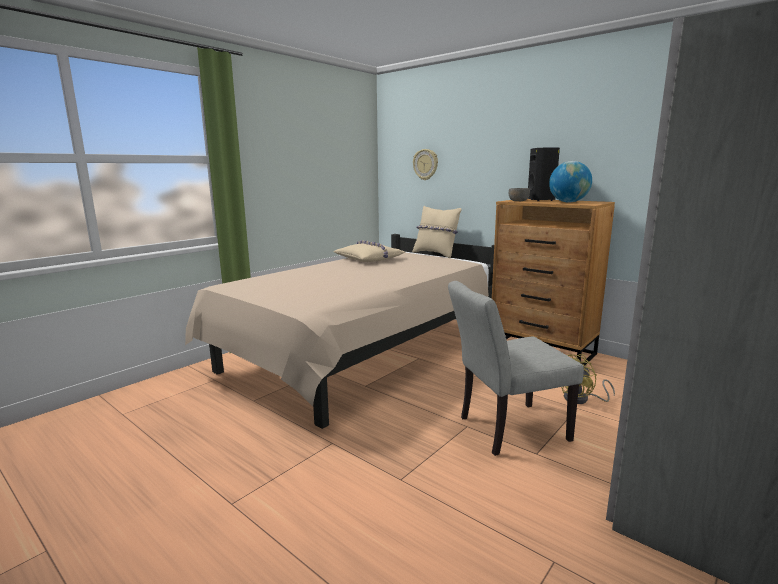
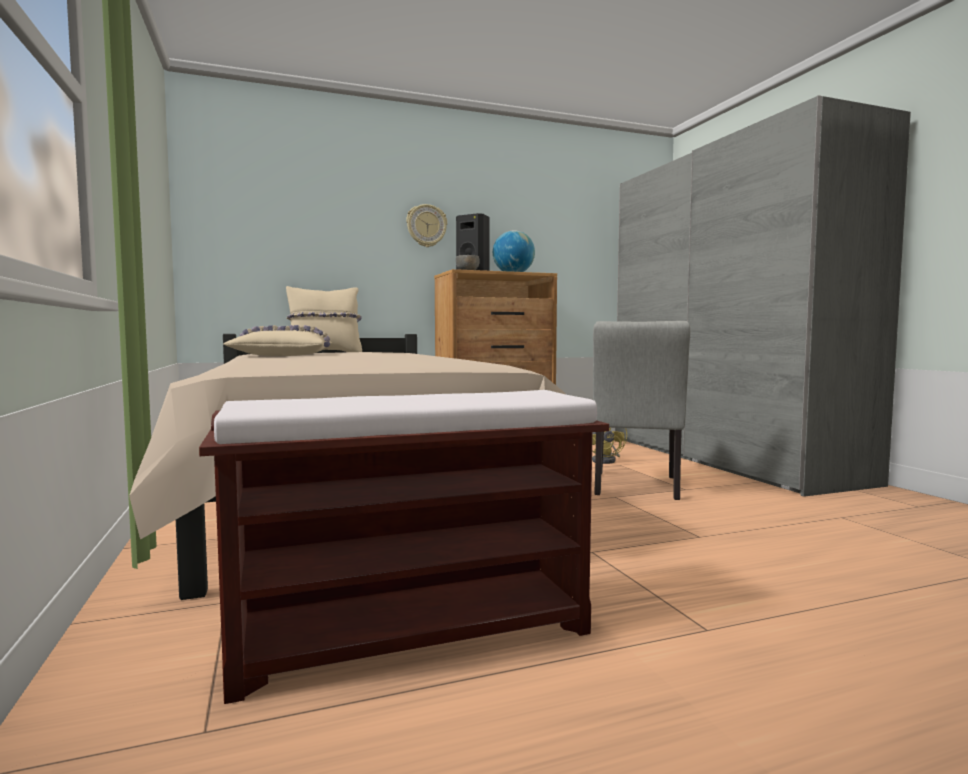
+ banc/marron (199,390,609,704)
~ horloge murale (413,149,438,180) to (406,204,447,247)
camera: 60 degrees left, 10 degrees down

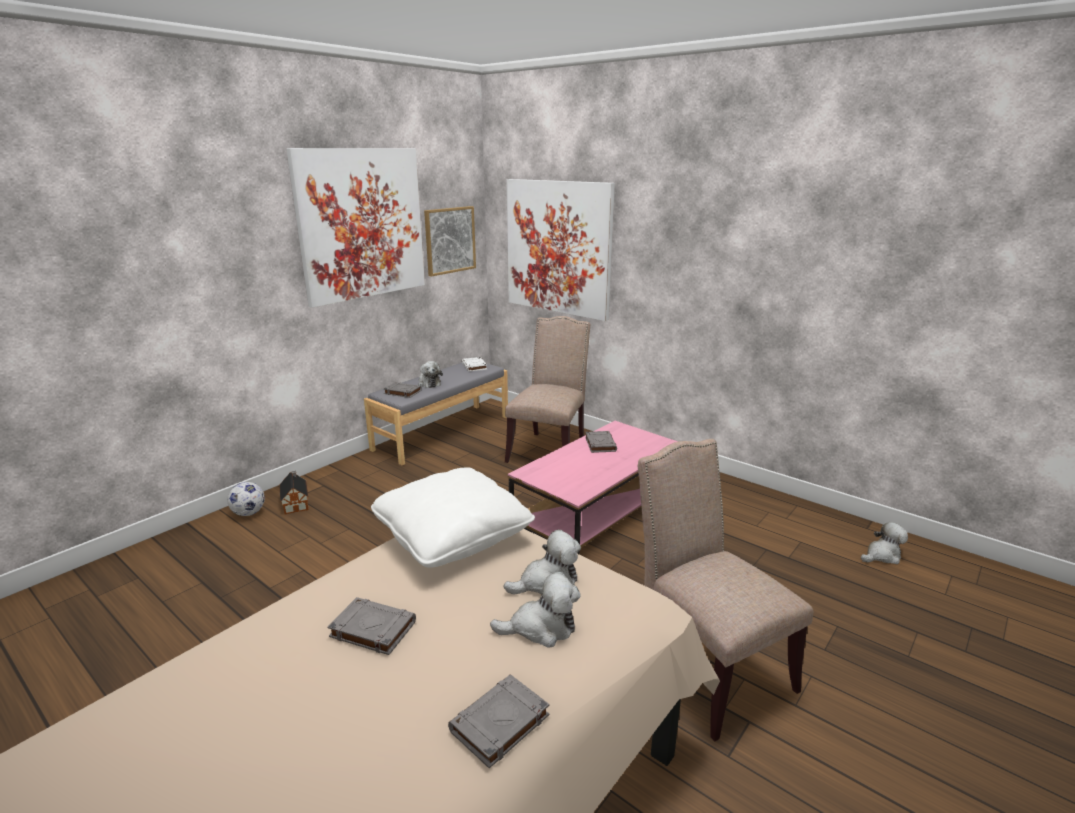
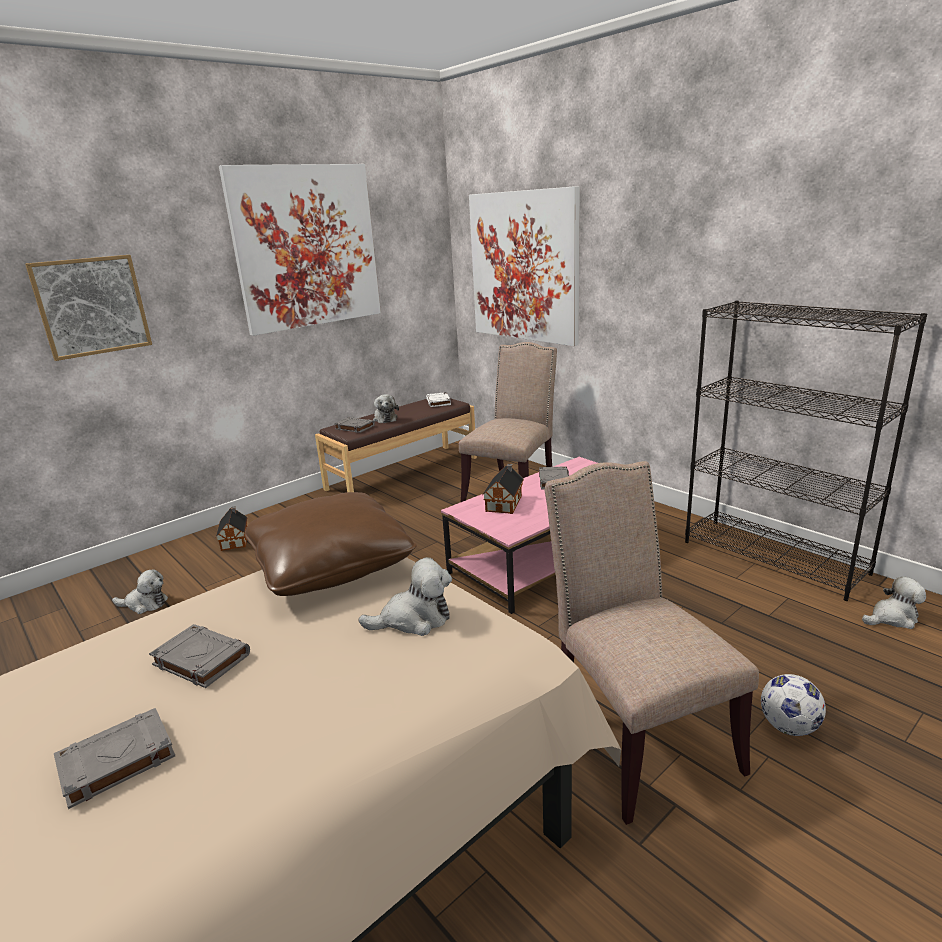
~ tableau (424,206,476,277) to (25,255,152,361)
~ livre/gris (448,674,549,768) to (54,708,175,809)
~ peluche (490,572,581,648) to (112,569,168,614)
~ coussin/blanc (371,468,535,568) to coussin/marron (245,492,417,596)
~ banc/gris (364,363,508,465) to banc/marron (315,398,477,492)
+ maison miniature (482,464,524,514)
+ bibliothèque/noir (685,301,927,601)
~ ballon de foot (227,482,265,516) to (761,674,826,736)
camera: 10 degrees right, 0 degrees up

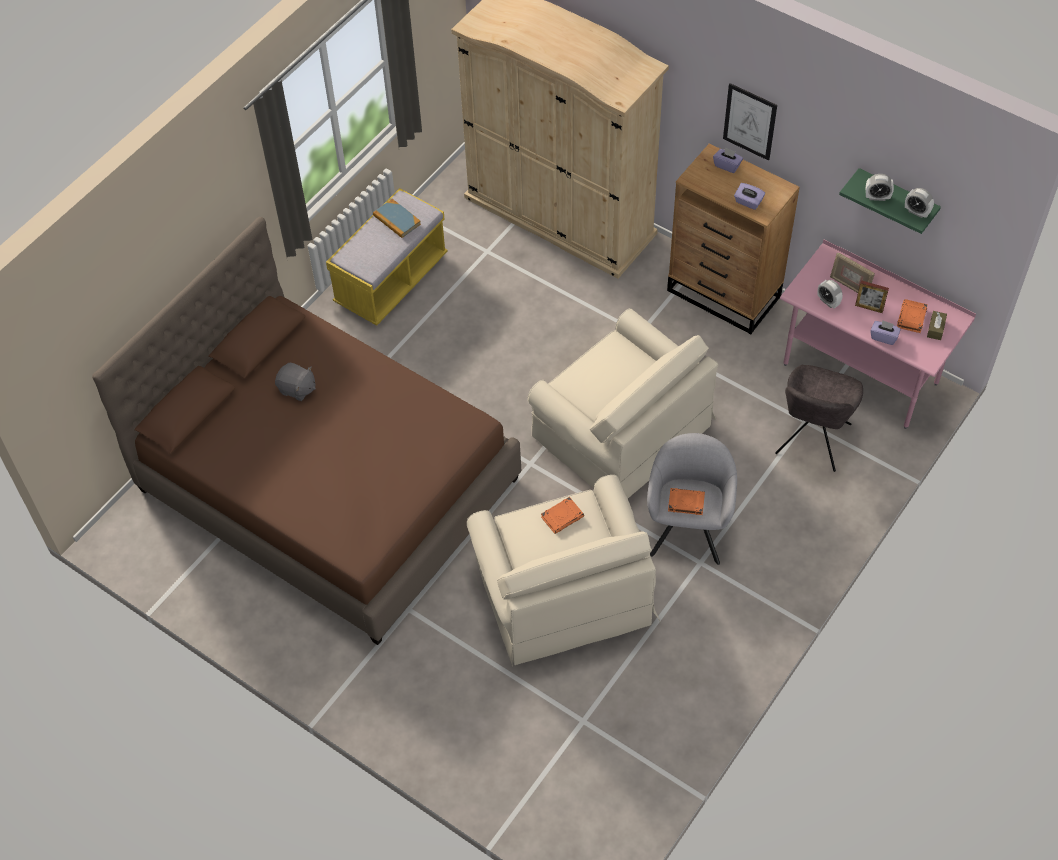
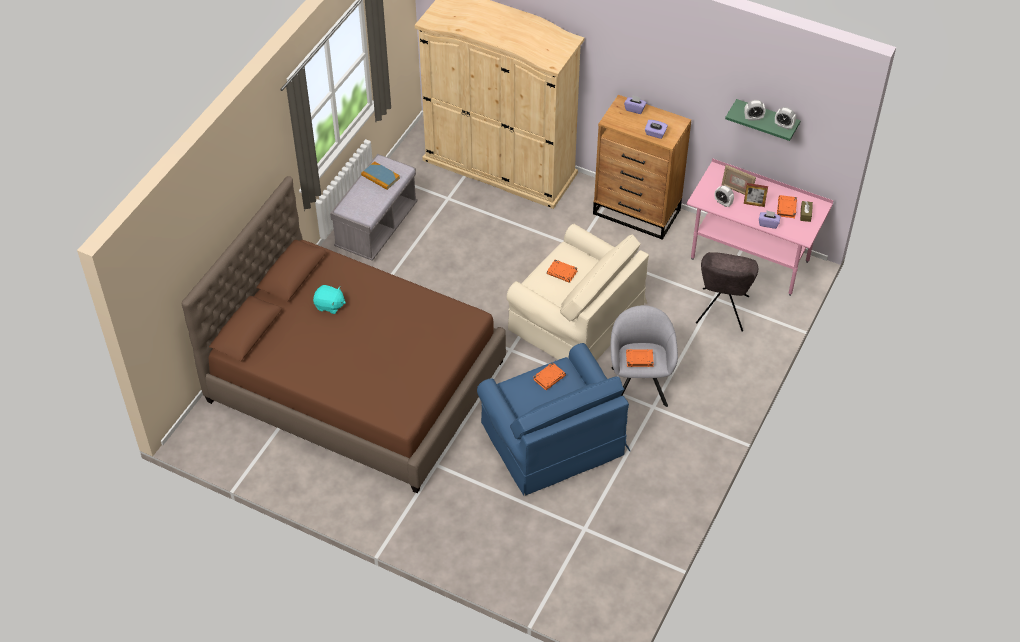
~ peluche/gris (275,362,316,401) to peluche/turquoise (313,285,346,314)
~ banc/jaune (326,188,448,326) to banc/gris (330,154,418,261)
~ fauteuil/beige (467,475,660,666) to fauteuil/bleu (477,343,630,496)
+ livre/orange (547,260,578,283)
- tableau (723,83,777,161)
camera: 10 degrees left, 5 degrees down

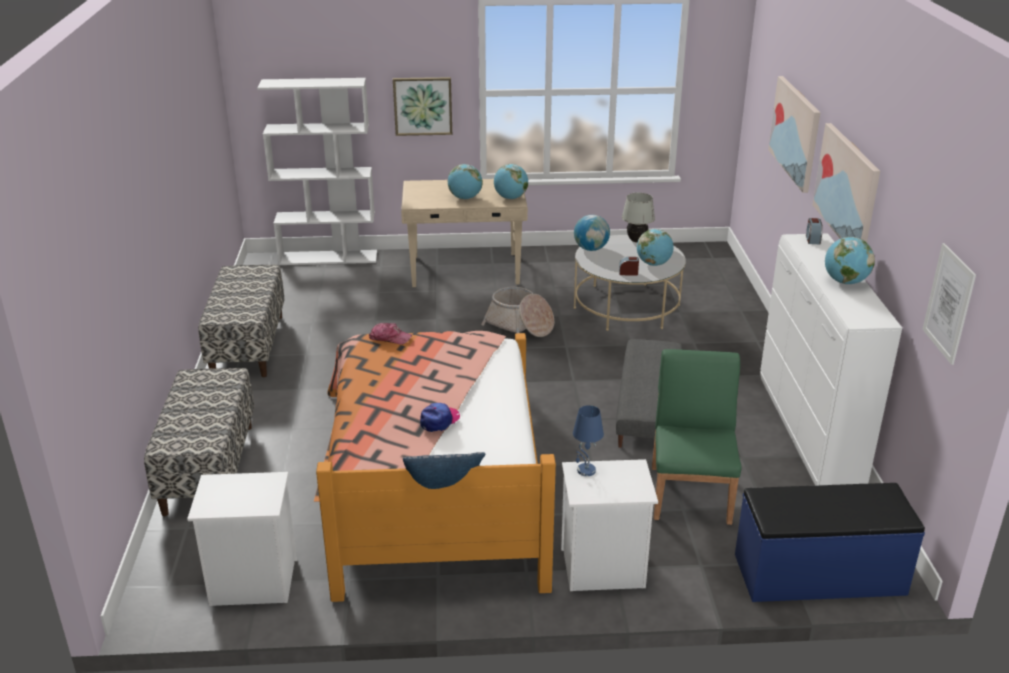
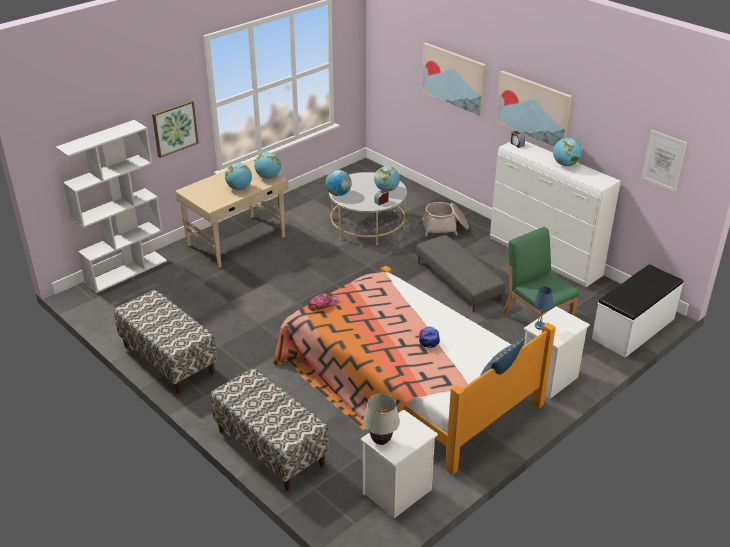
~ lampe de table/blanc (622,193,655,243) to (363,394,400,445)
~ panier (481,287,554,337) to (422,202,469,236)
~ banc/bleu (735,483,925,602) to banc/blanc (592,264,683,358)
camera: 40 degrees left, 5 degrees up

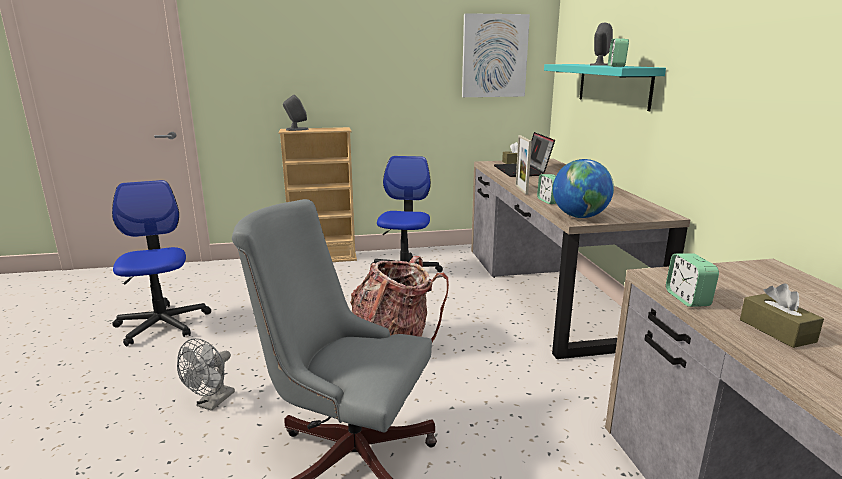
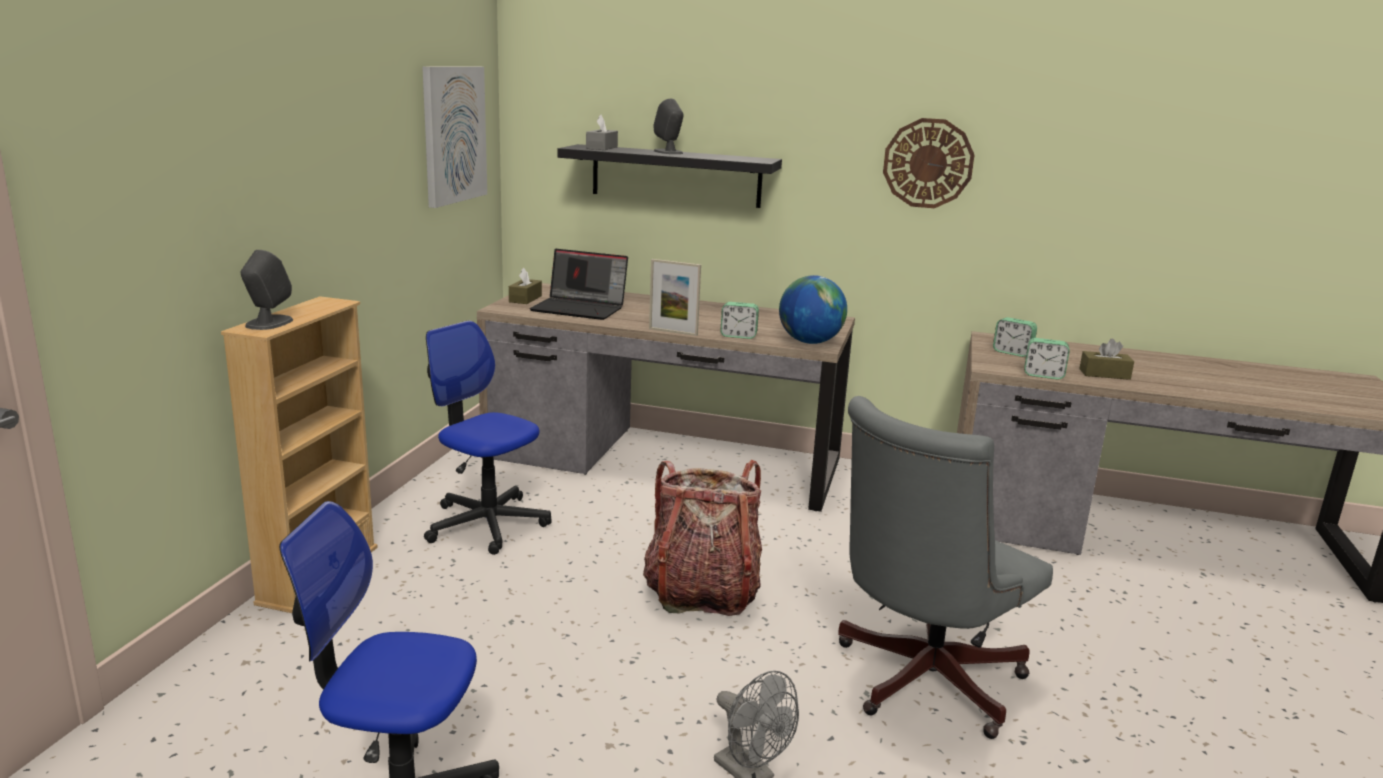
~ étagère/turquoise (544,64,666,111) to étagère/noir (557,144,782,208)
+ boîte à mouchoirs/gris (586,115,618,150)
+ horloge murale (883,118,975,208)
~ réveil (608,38,629,67) to (993,317,1037,357)
camera: 65 degrees left, 0 degrees up

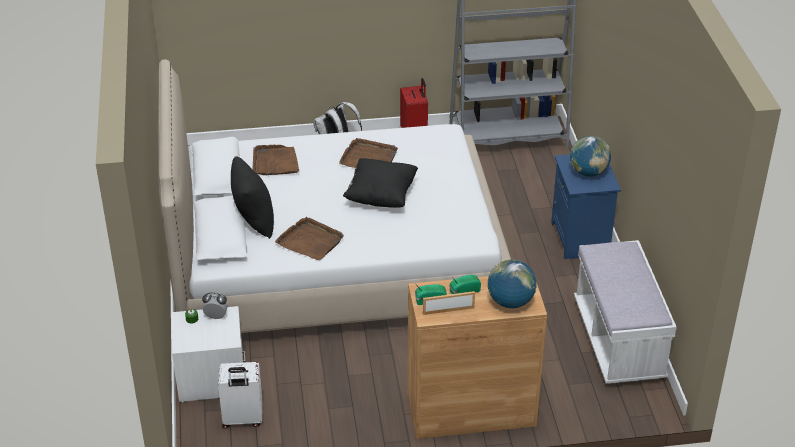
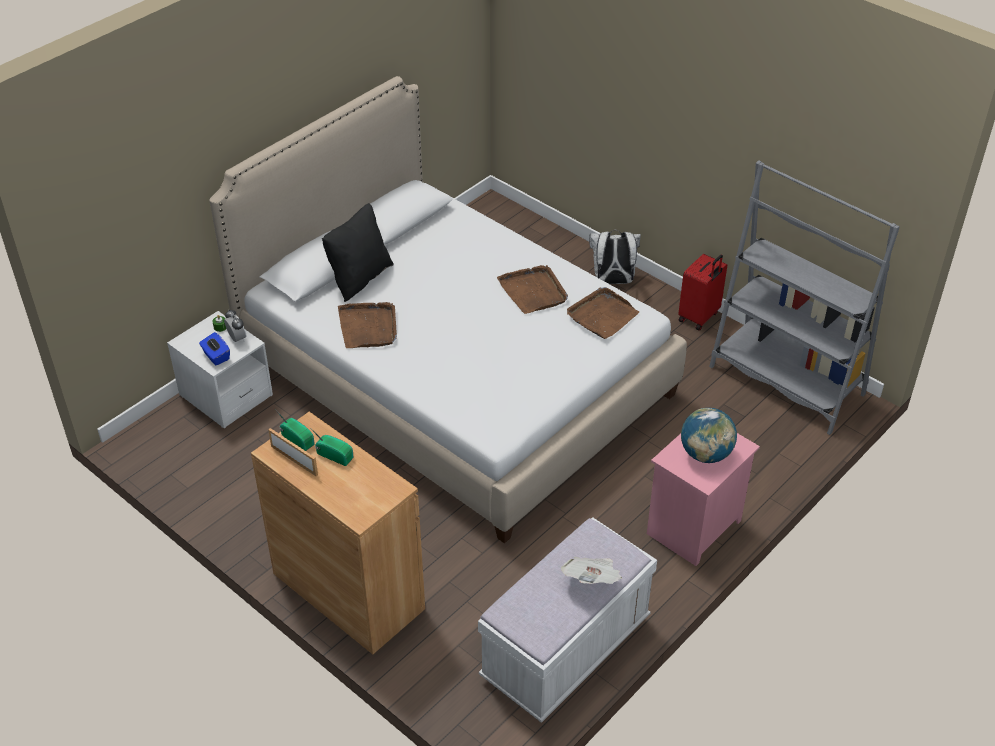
+ boîte à mouchoirs/bleu (199,332,230,365)
+ journal (561,557,622,584)
~ plateau/marron (253,145,299,175) to (567,287,639,339)
~ table de chevet/bleu (551,154,621,259) to table de chevet/rose (647,433,760,566)
- valise/blanc (218,362,263,429)
- coussin/noir (343,158,418,208)
- globe (488,260,537,308)
camera: 50 degrees right, 5 degrees up

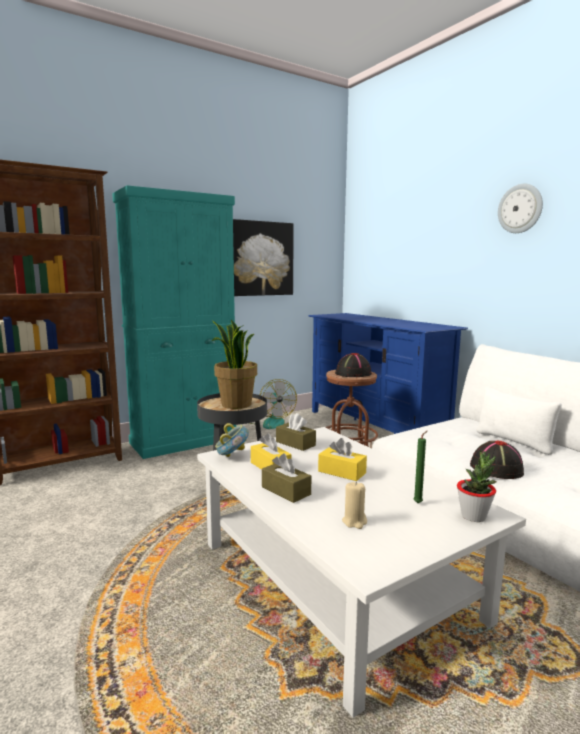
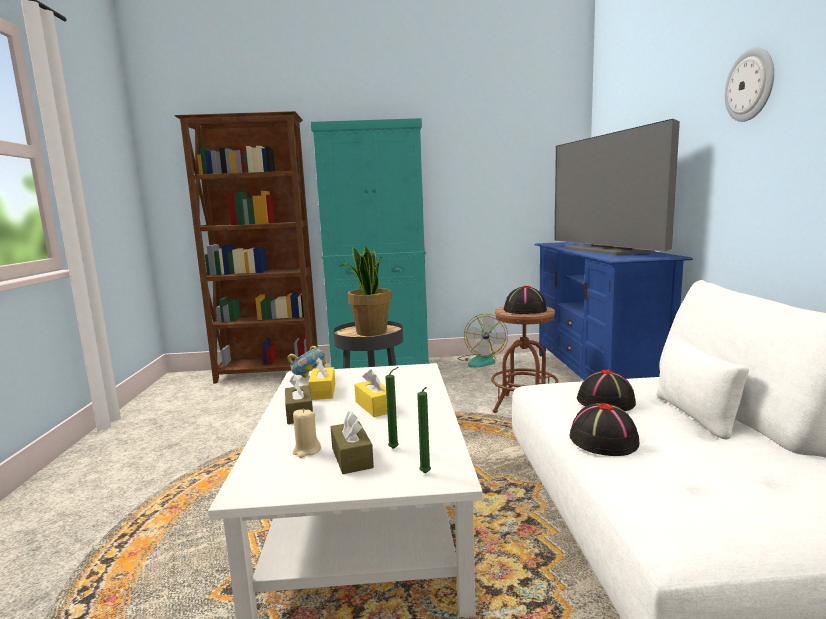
~ boîte à mouchoirs/marron (276,413,316,451) to (331,411,374,474)
~ plante en pot (457,450,497,522) to bougie/vert (417,387,431,473)
+ téléviseur (554,119,680,255)
+ chapeau/noir (577,370,636,411)
- tableau (233,219,294,296)
camera: 30 degrees right, 0 degrees up

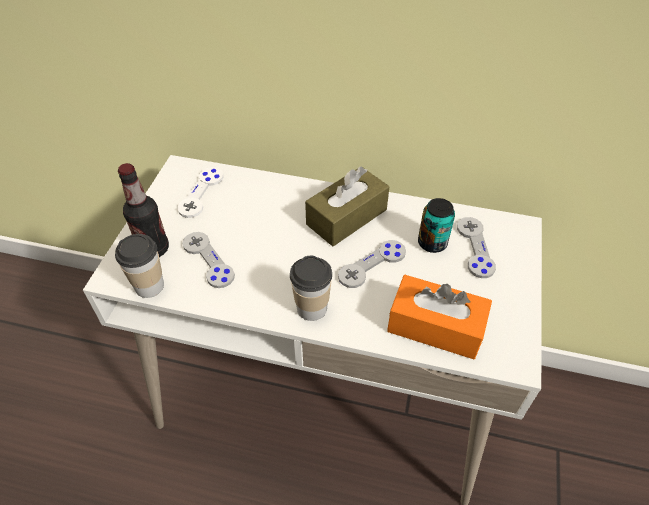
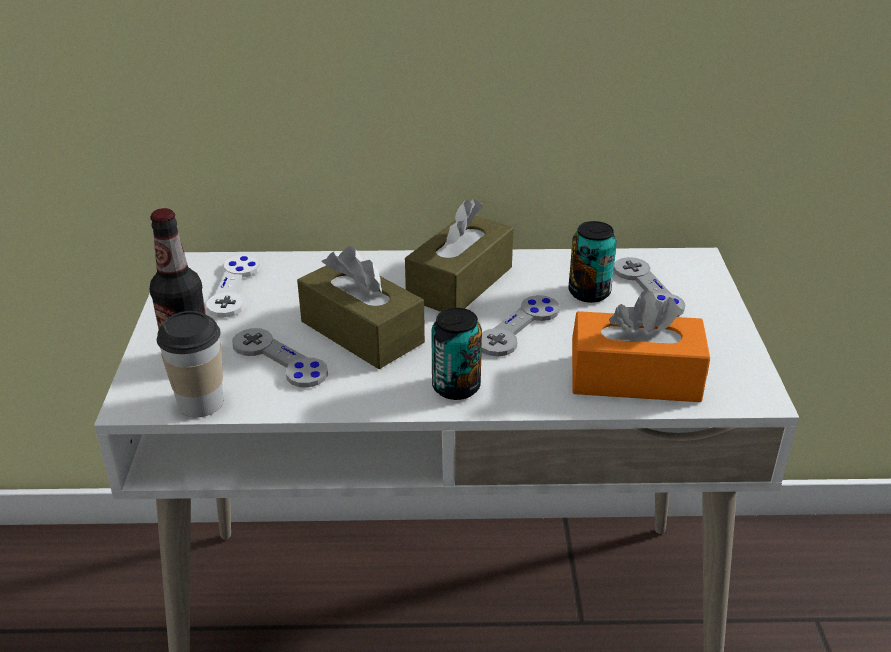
+ boîte à mouchoirs/marron (297,246,425,369)
~ tasse (290,256,332,321) to boîte métallique (431,308,482,400)
camera: 15 degrees left, 15 degrees down

